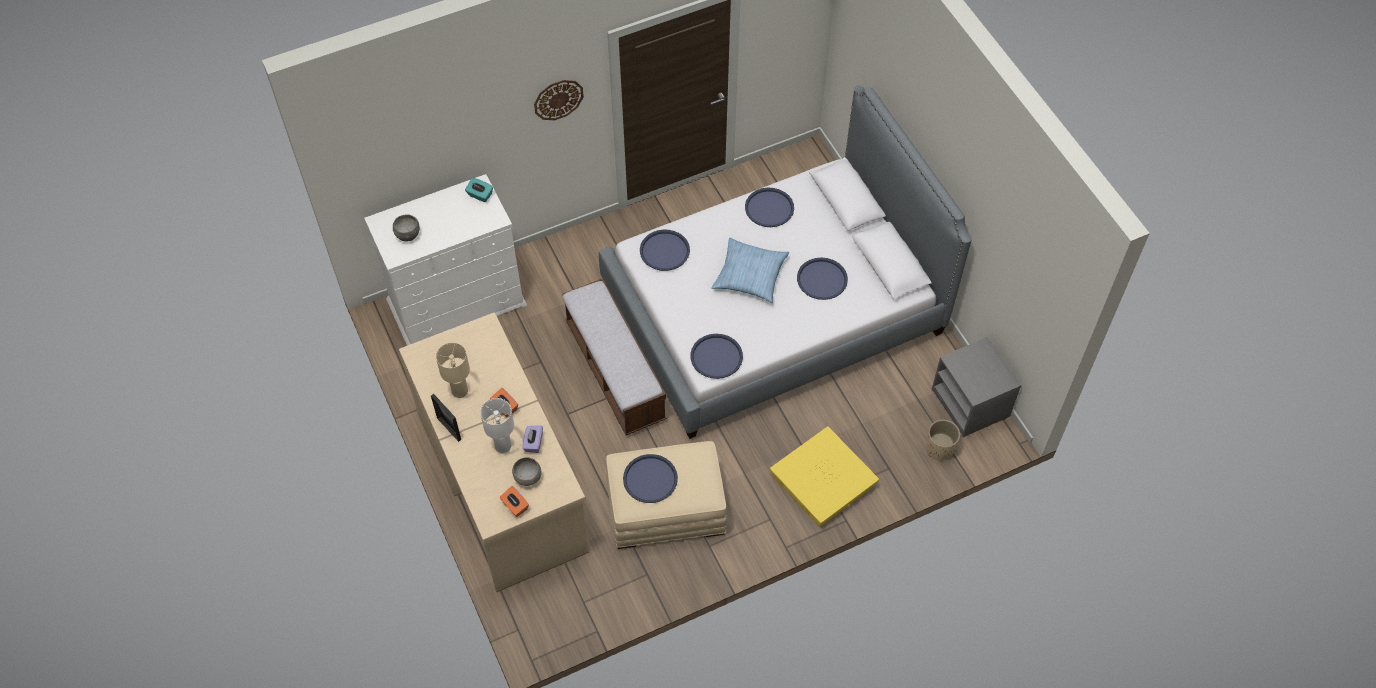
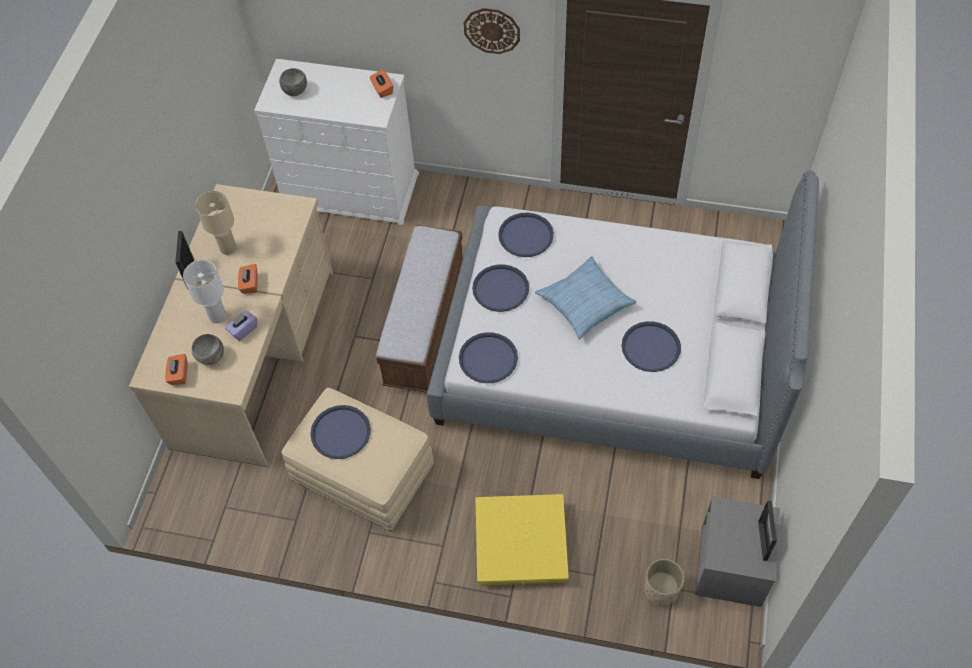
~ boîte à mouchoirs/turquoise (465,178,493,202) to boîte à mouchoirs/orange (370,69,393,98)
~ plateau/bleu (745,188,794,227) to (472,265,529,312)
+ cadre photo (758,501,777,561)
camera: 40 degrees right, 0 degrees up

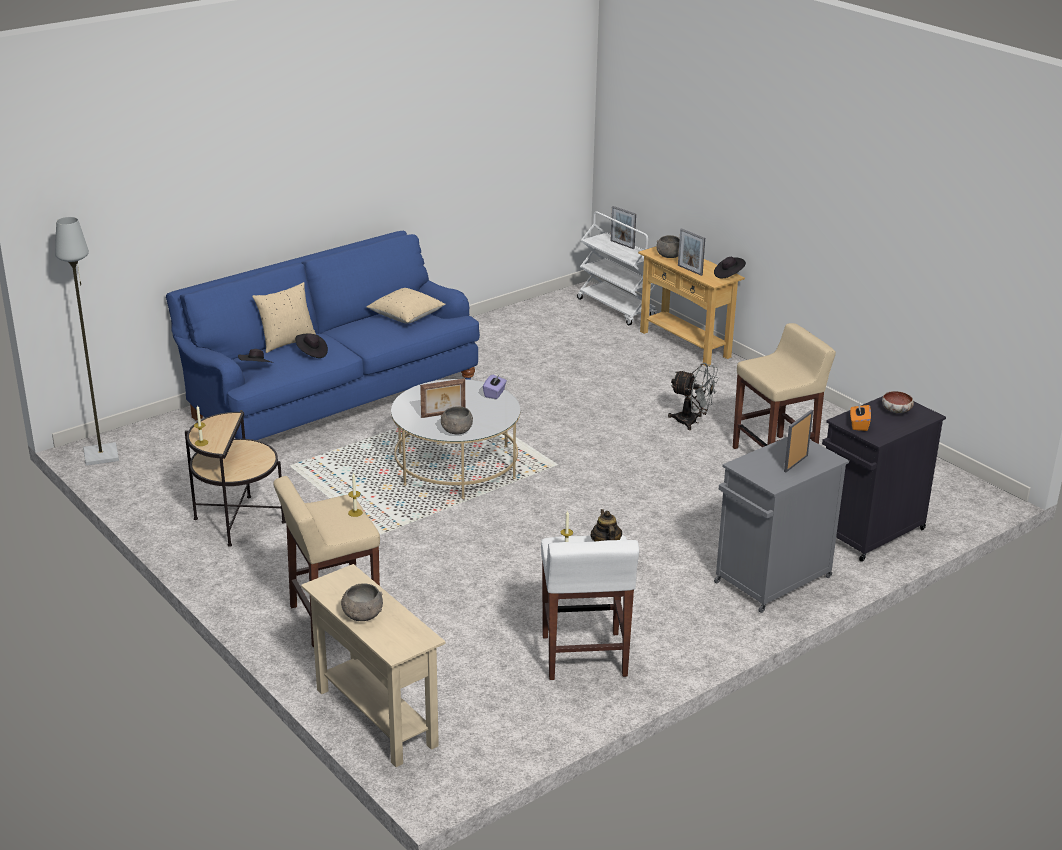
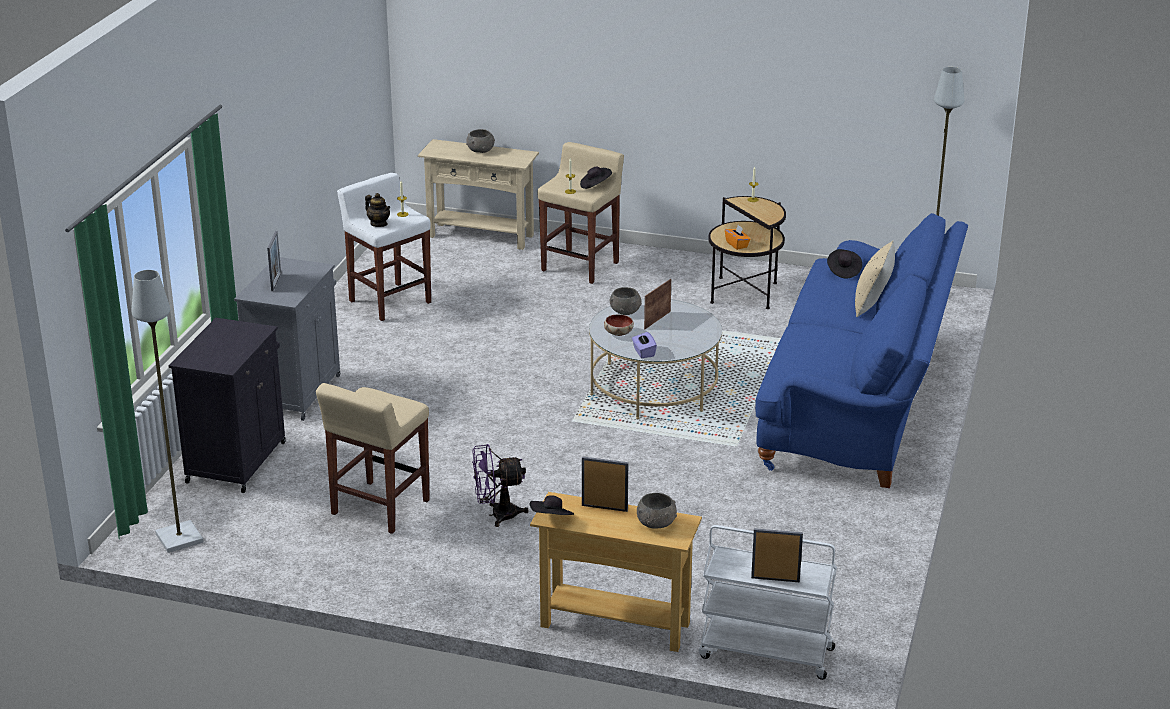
+ lampadaire/gris (132,270,204,553)
~ ventilateur/gris (668,363,719,430) to ventilateur/violet (472,444,529,527)
~ chapeau/noir (295,333,328,358) to (580,166,612,189)
~ bol (882,391,914,413) to (604,314,634,336)
~ boîte à mouchoirs/orange (850,404,871,431) to (725,225,751,250)
- coussin/beige (367,288,446,324)
camera: 145 degrees right, 0 degrees up

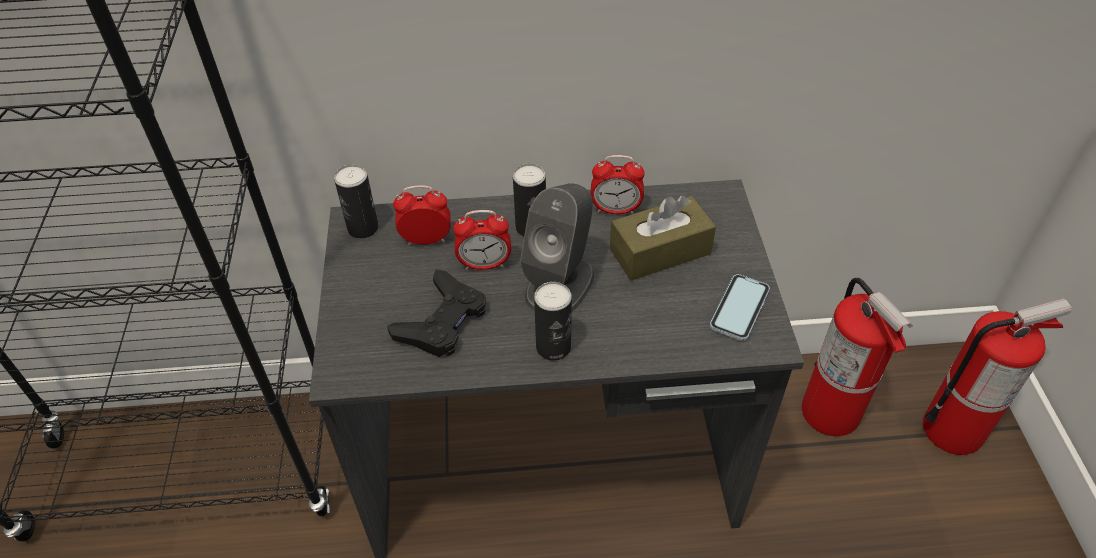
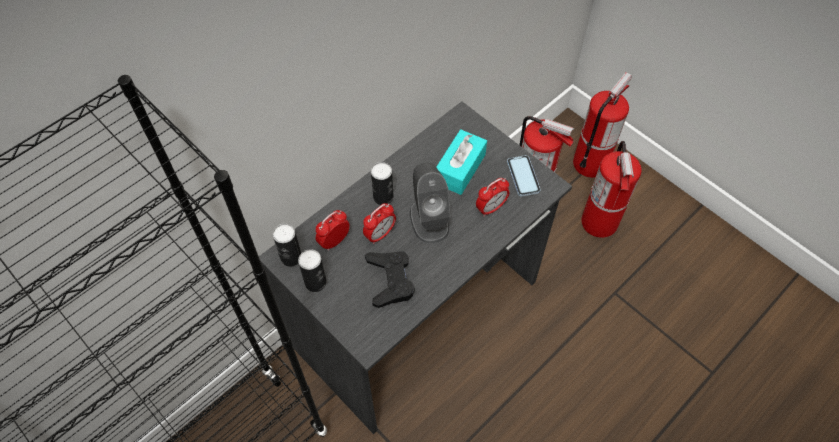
~ boîte métallique (534,282,572,361) to (298,249,327,292)
~ boîte à mouchoirs/marron (610,196,716,281) to boîte à mouchoirs/turquoise (436,130,487,195)
~ réveil (590,155,645,214) to (476,178,510,216)
+ extincteur (581,141,642,238)
camera: 40 degrees left, 10 degrees up

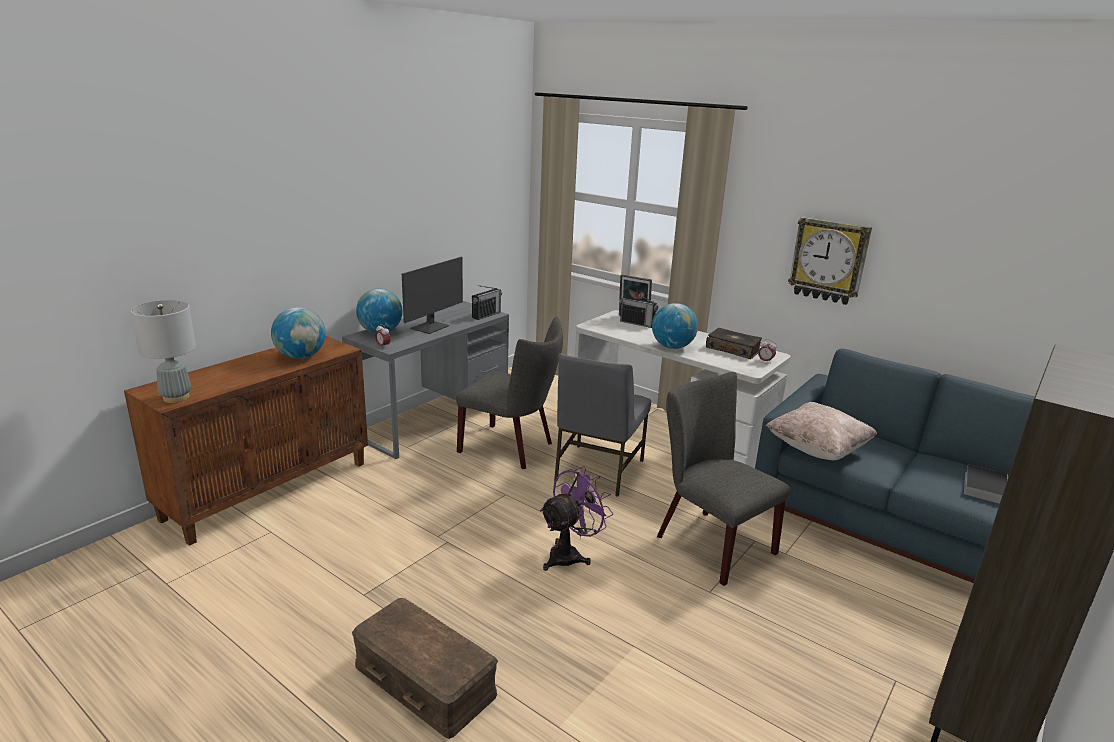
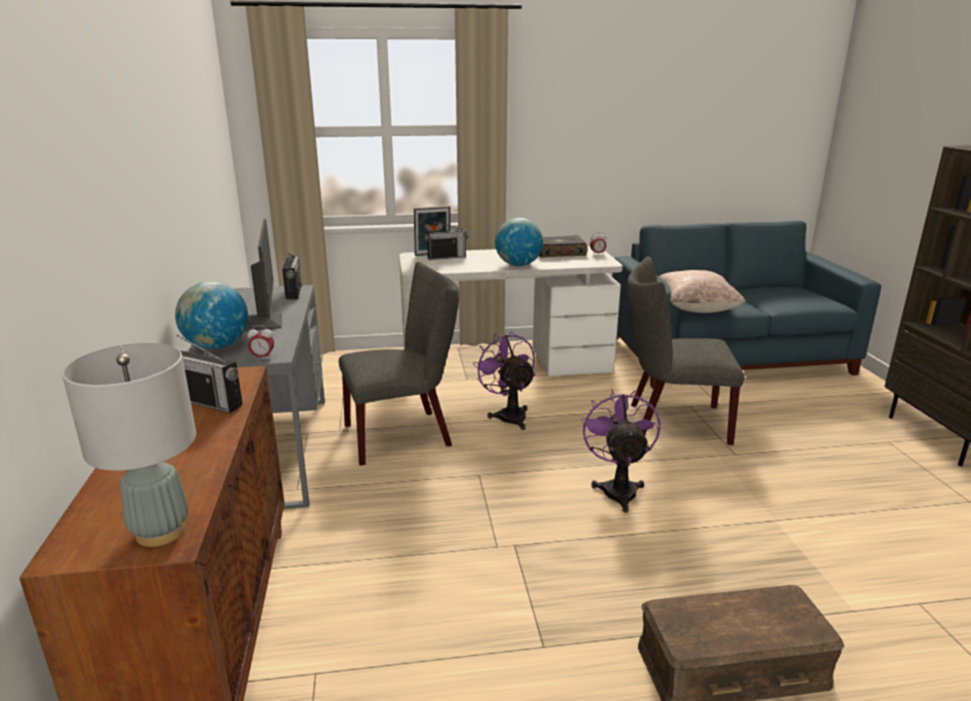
~ globe (271,307,326,359) to radio (177,335,242,413)
~ chaise/gris (554,353,651,497) to ventilateur/violet (473,332,535,430)
- horloge murale (788,217,872,305)
- livre (964,464,1008,504)
camera: 45 degrees left, 0 degrees up

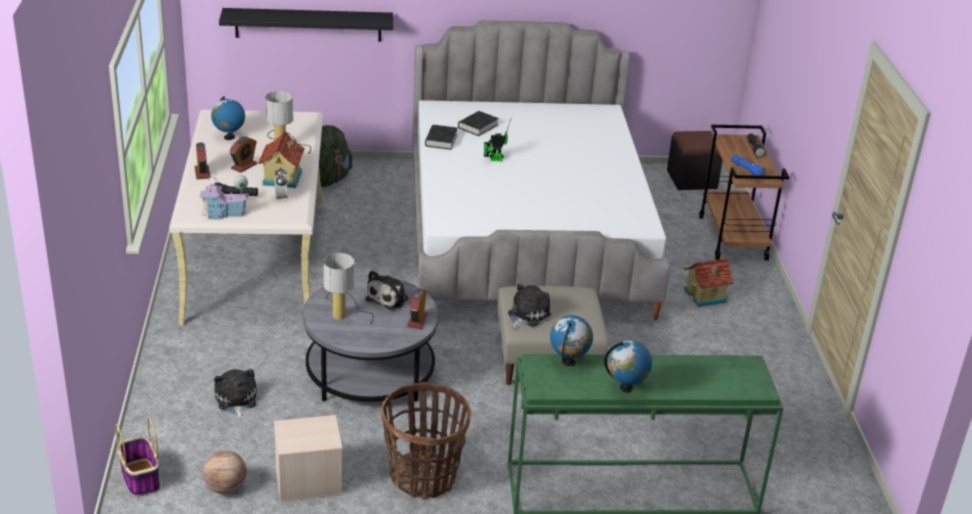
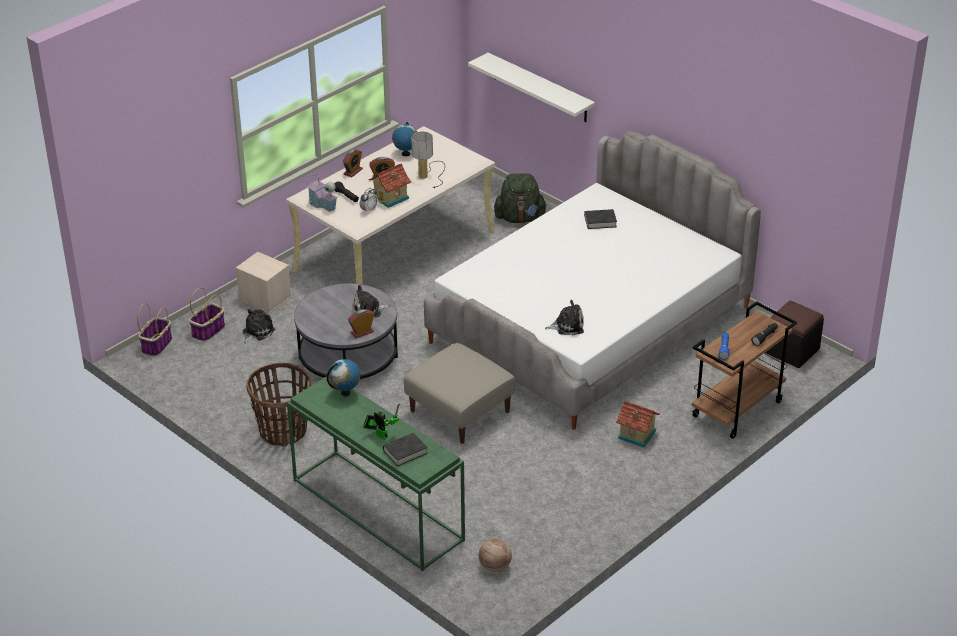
+ panier (189,288,225,341)
~ boîte de rangement/beige (274,415,343,502) to (236,252,291,314)
~ robot jouet (484,118,511,161) to (363,404,400,440)
~ livre/noir (425,125,458,150) to (383,433,428,466)
~ étagère/noir (219,8,393,42) to étagère/blanc (468,53,595,122)
~ ballon de basket (203,450,247,494) to (479,538,512,572)
~ peluche (508,284,551,330) to (545,300,584,335)
- lampe de table (323,253,374,325)
- globe (604,340,652,393)
camera: 50 degrees right, 5 degrees up

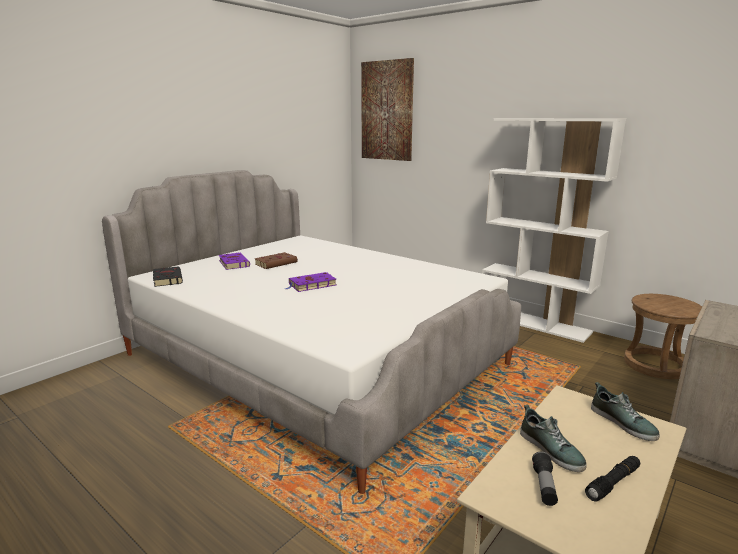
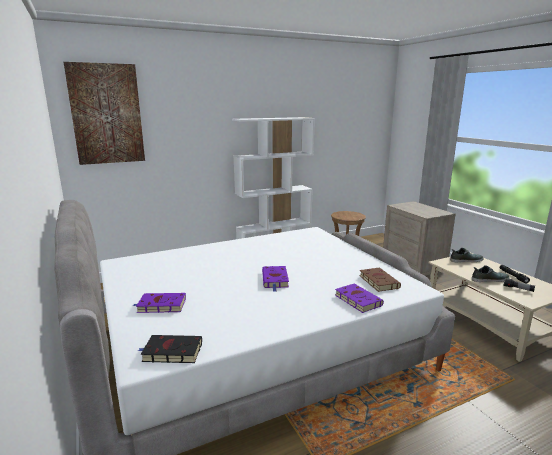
+ livre/violet (335,284,384,313)
~ livre/marron (254,252,298,269) to (359,267,401,292)
camera: 65 degrees left, 0 degrees up

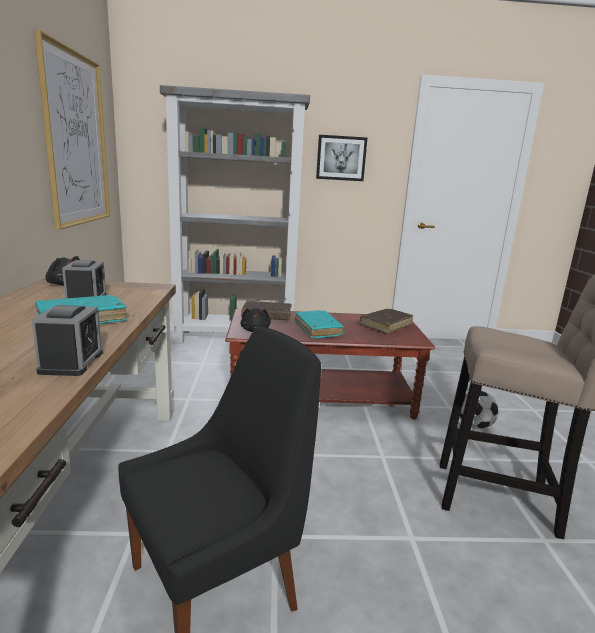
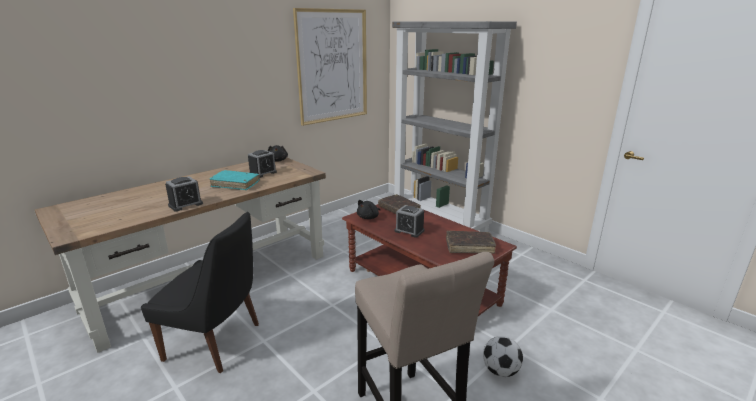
~ livre/turquoise (295,310,345,338) to réveil (395,205,425,238)
- tableau (316,135,367,181)
camera: 50 degrees right, 5 degrees up

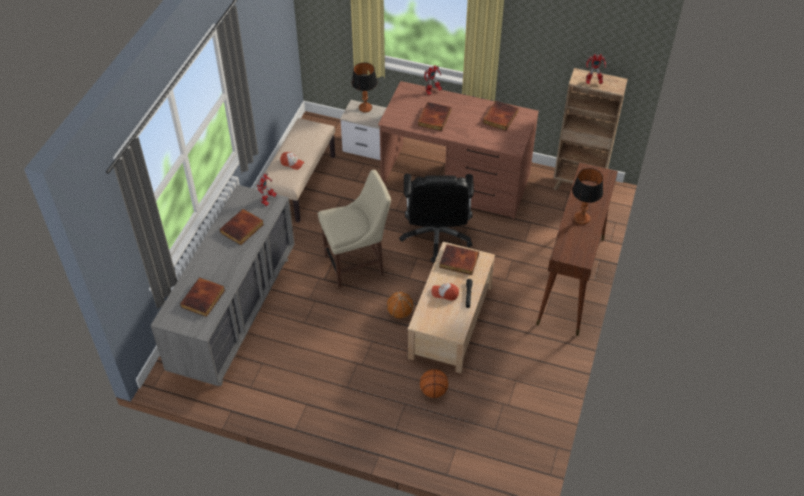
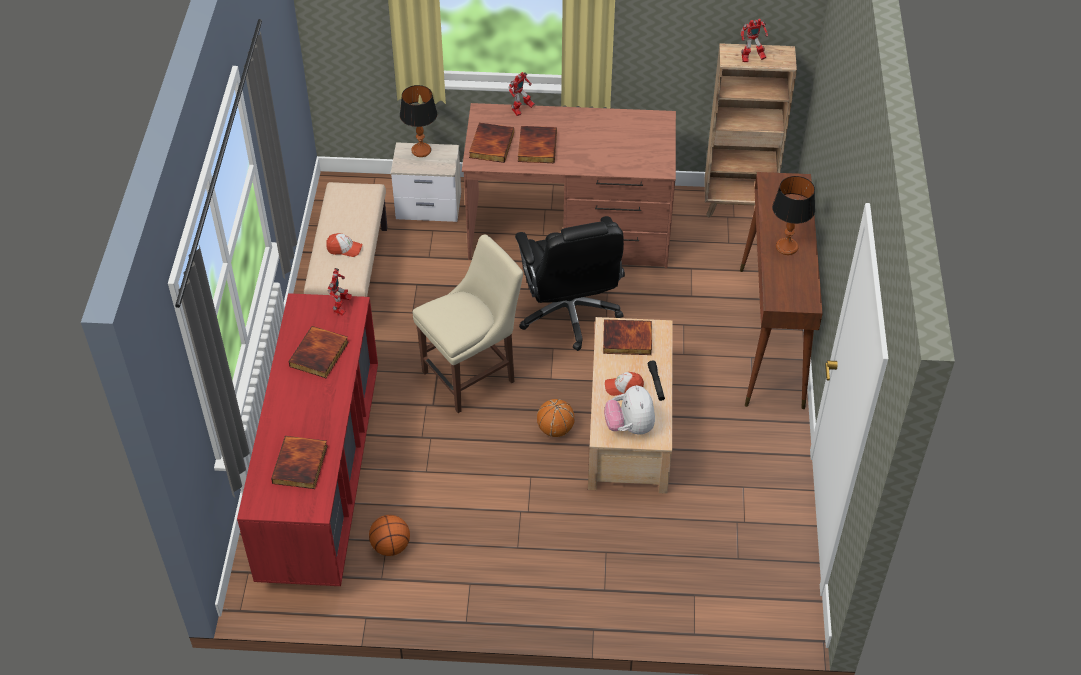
~ commode/gris (150,185,295,386) to commode/rouge (237,293,378,586)
~ ballon de basket (420,369,448,398) to (369,515,410,556)
~ livre (483,101,519,131) to (469,123,514,163)
+ peluche (604,385,655,434)
camera: 15 degrees left, 0 degrees up

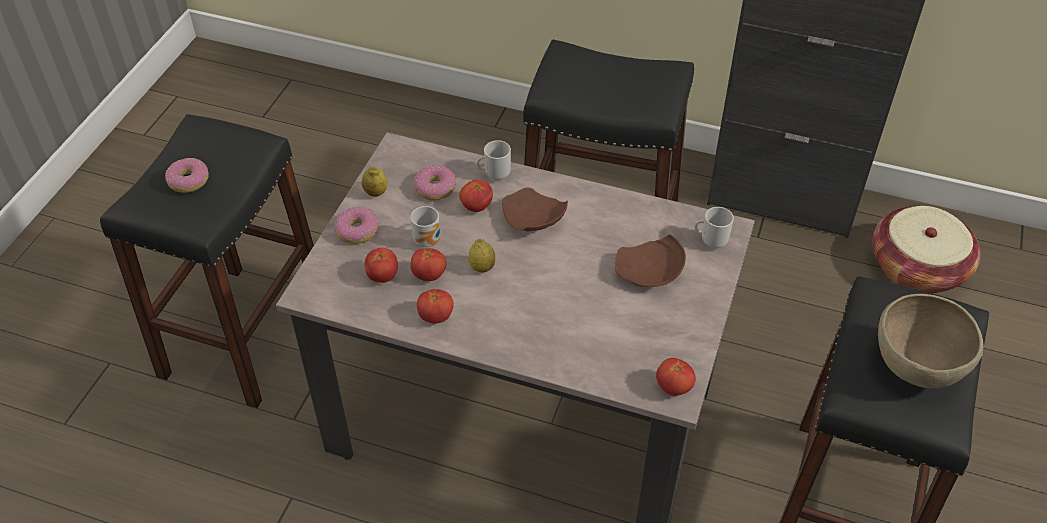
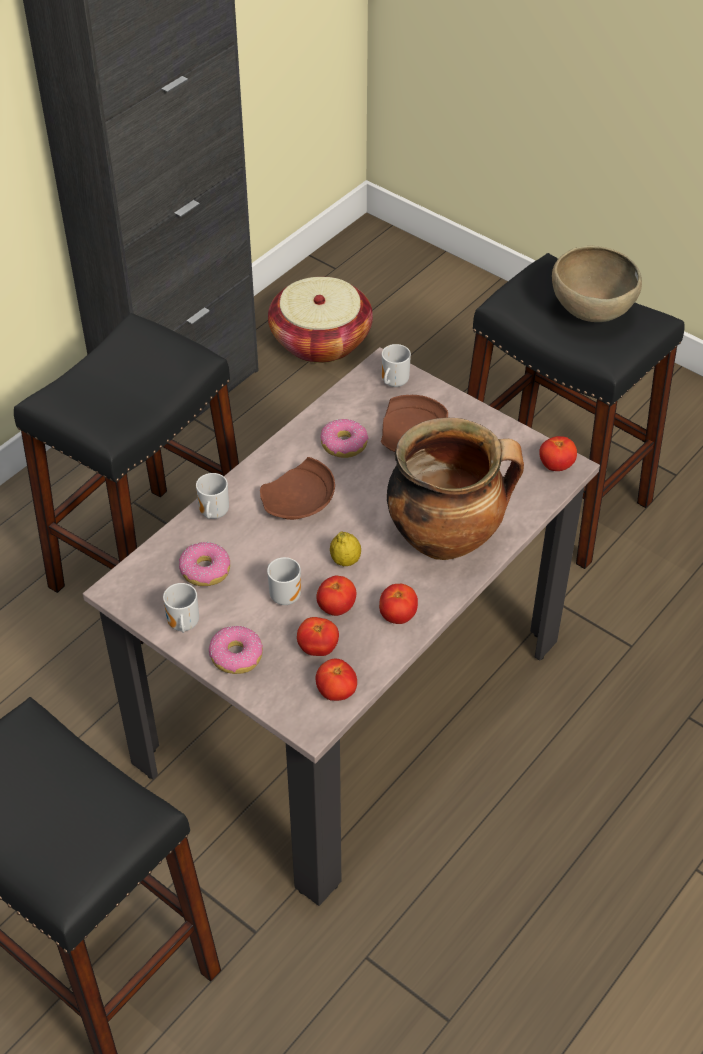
~ citron (362,167,387,196) to mug (163,583,199,633)
~ tomate (459,179,493,212) to (315,659,357,701)
~ beignet (165,158,209,193) to (320,419,369,458)
+ marmite (387,418,524,560)
camera: 70 degrees left, 0 degrees up

